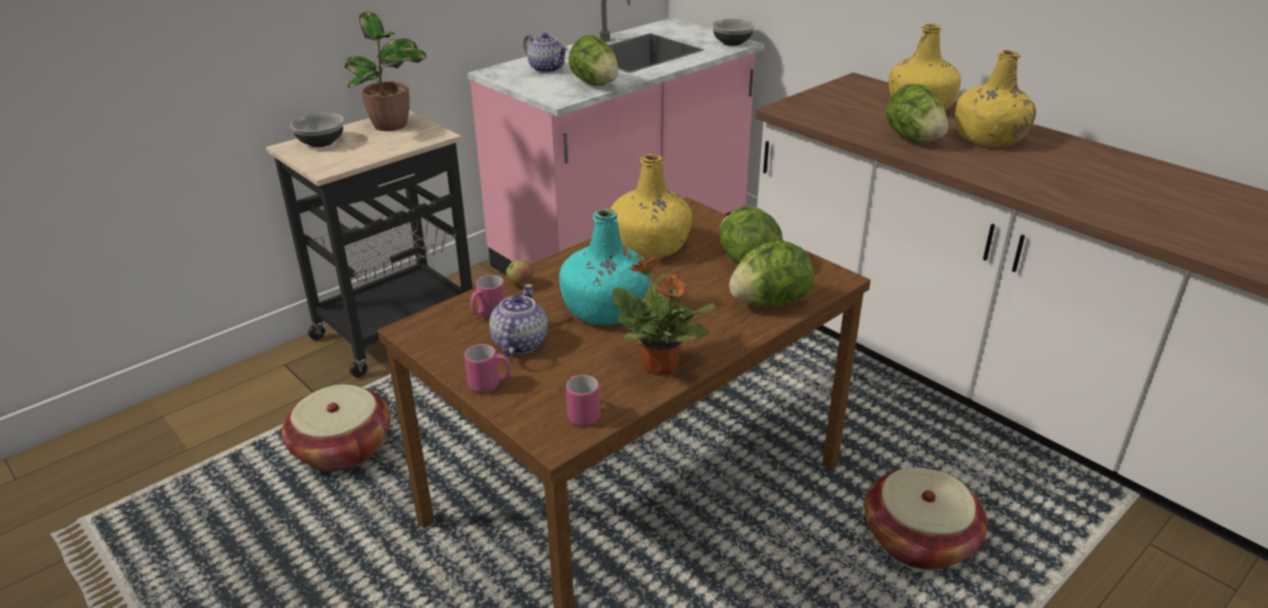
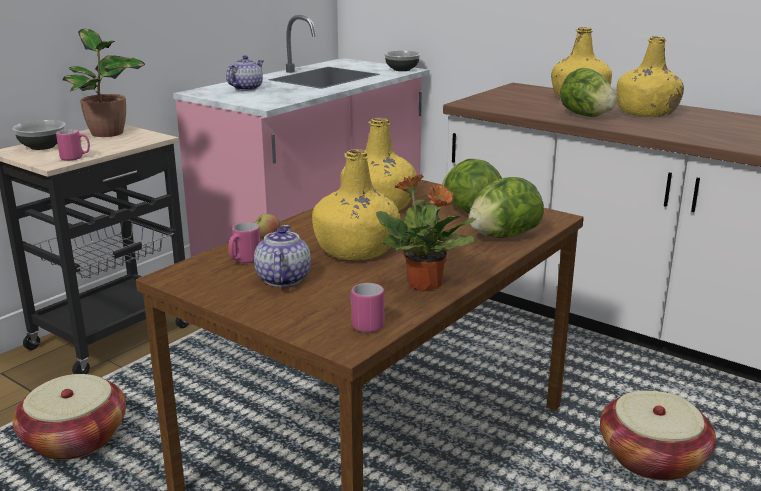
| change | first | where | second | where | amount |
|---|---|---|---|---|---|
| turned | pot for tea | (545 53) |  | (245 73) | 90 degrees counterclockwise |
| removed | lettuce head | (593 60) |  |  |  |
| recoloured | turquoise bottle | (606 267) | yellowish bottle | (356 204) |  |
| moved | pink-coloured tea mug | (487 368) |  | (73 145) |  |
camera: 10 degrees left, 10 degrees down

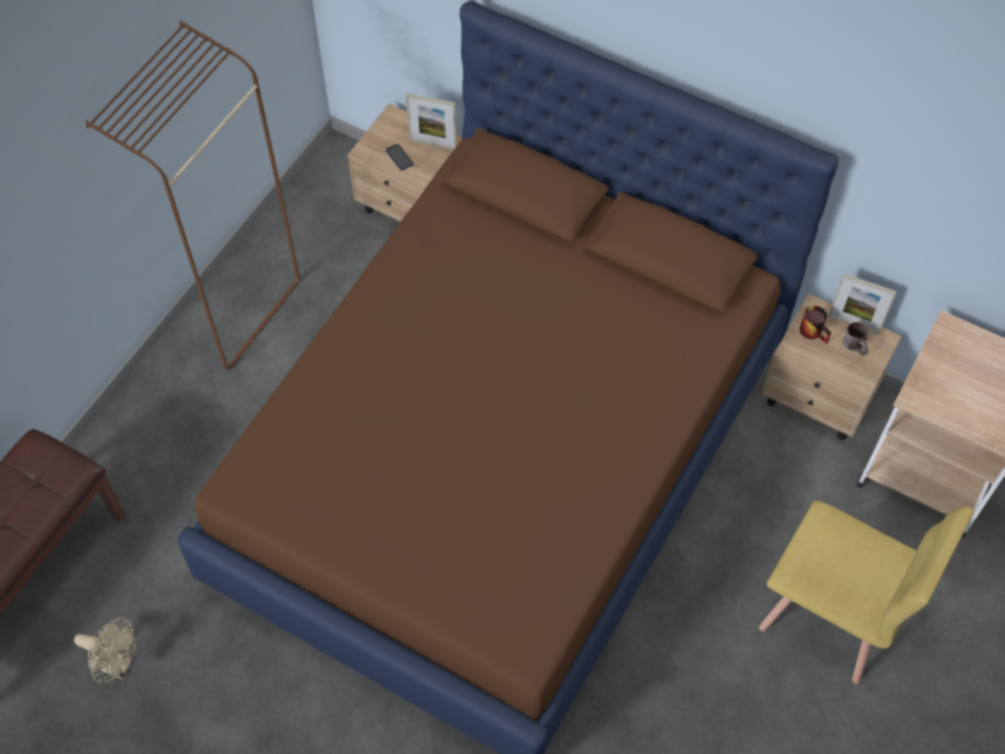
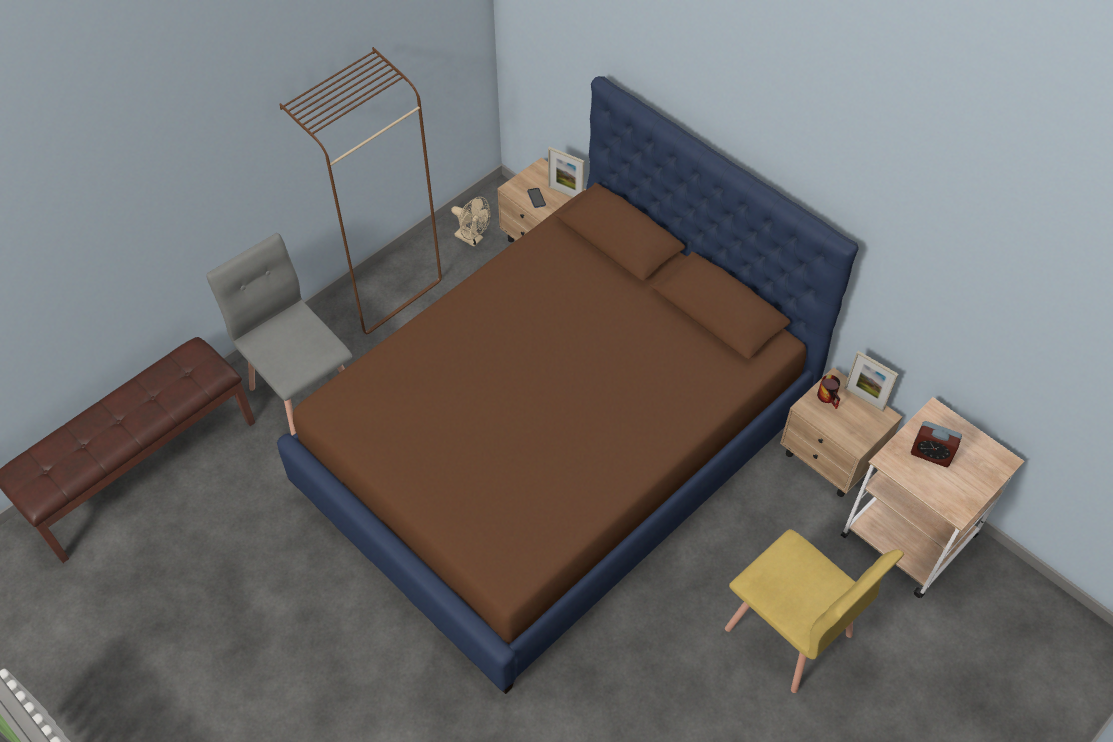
| change | first | where | second | where | amount |
|---|---|---|---|---|---|
| removed | brownish tea mug | (856 338) |  |  |  |
| moved | beige fan | (105 651) |  | (471 222) |  |
| added |  |  | gray chair | (279 334) |  |
| added |  |  | alarm clock | (936 444) |  |
camera: 15 degrees right, 5 degrees down

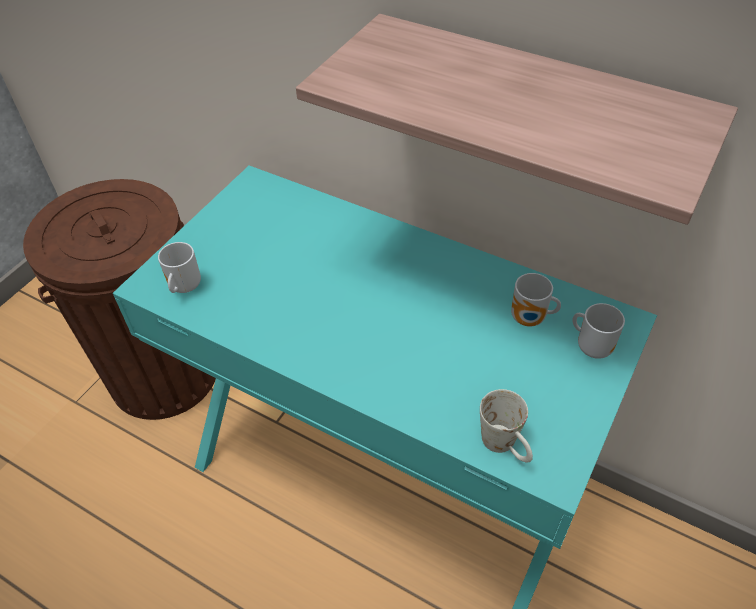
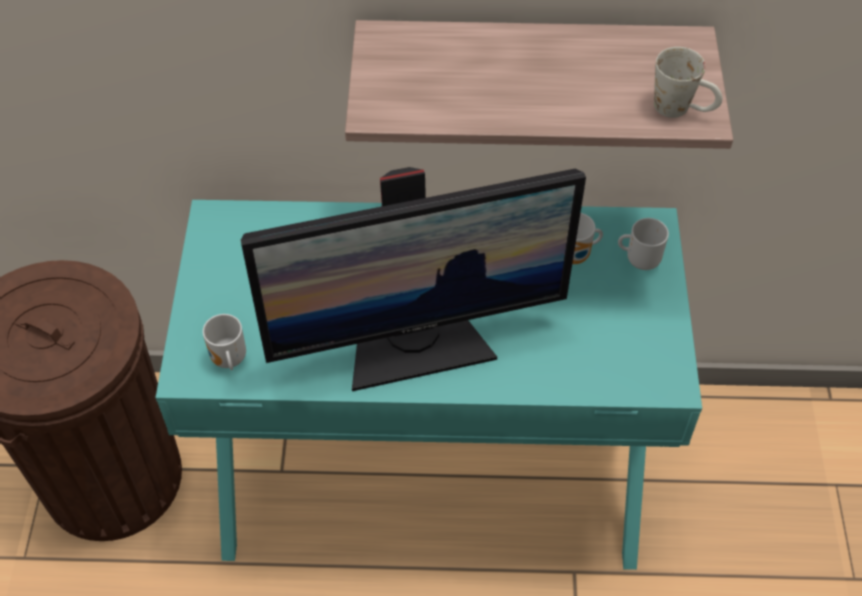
| change | first | where | second | where | amount |
|---|---|---|---|---|---|
| moved | white-coloured tea mug | (506 426) |  | (688 82) |  |
| added |  |  | computer display | (413 279) |  |
camera: 30 degrees left, 5 degrees up

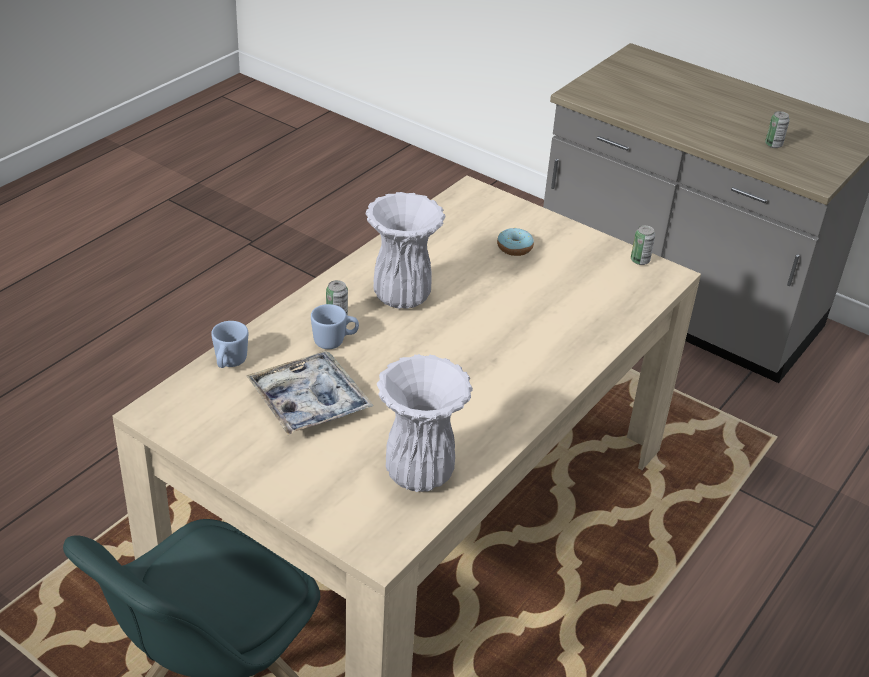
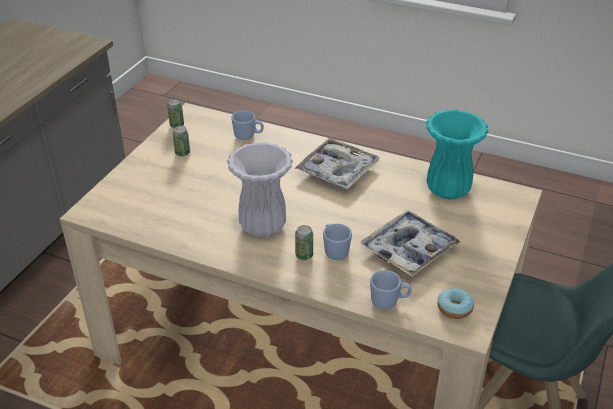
| change | first | where | second | where | amount |
|---|---|---|---|---|---|
| moved | metal can | (777 129) |  | (181 141) |  |
| moved | ring doughnut | (515 242) |  | (455 303) |  |
| recoloured | white-coloured vase | (425 423) | turquoise vase | (457 154) |  |
| added |  |  | bluish tea mug | (247 125) |  |
| added |  |  | carrying tray | (337 164) |  |
camera: 100 degrees left, 0 degrees up

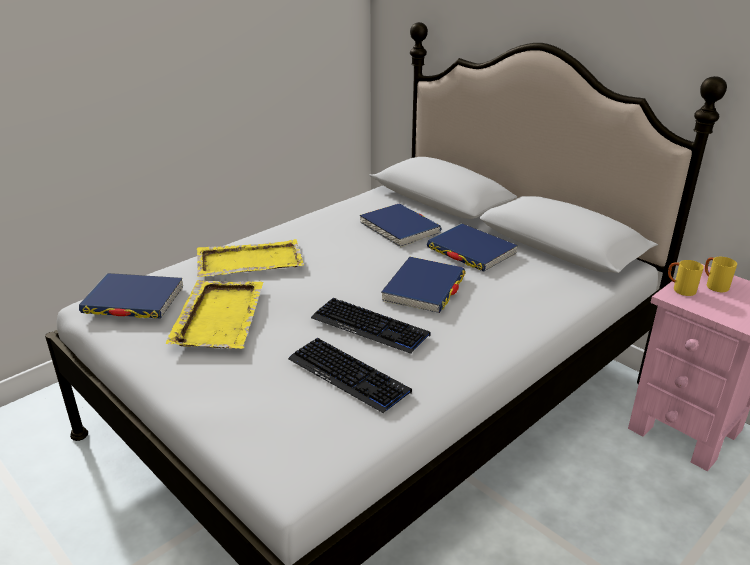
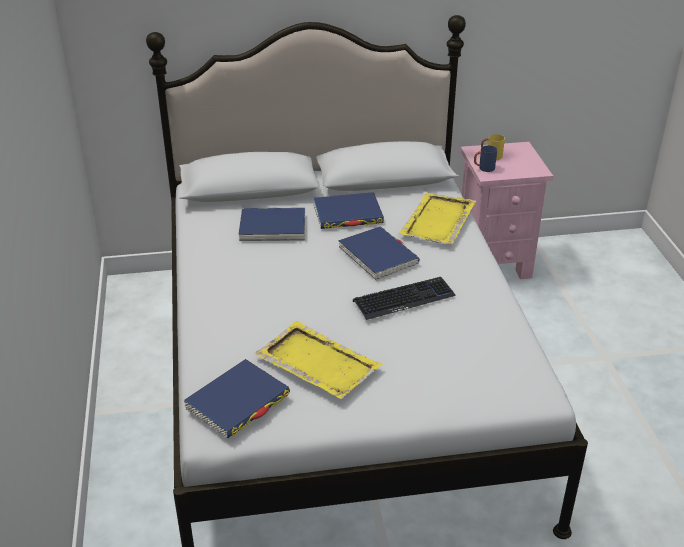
| change | first | where | second | where | amount |
|---|---|---|---|---|---|
| moved | yellowish carrying tray | (250 258) |  | (437 218) |  |
| recoloured | yellowish tea mug | (686 278) | bluish tea mug | (485 158) |  |
| removed | keyboard | (350 375) |  |  |  |
camera: 55 degrees left, 5 degrees up

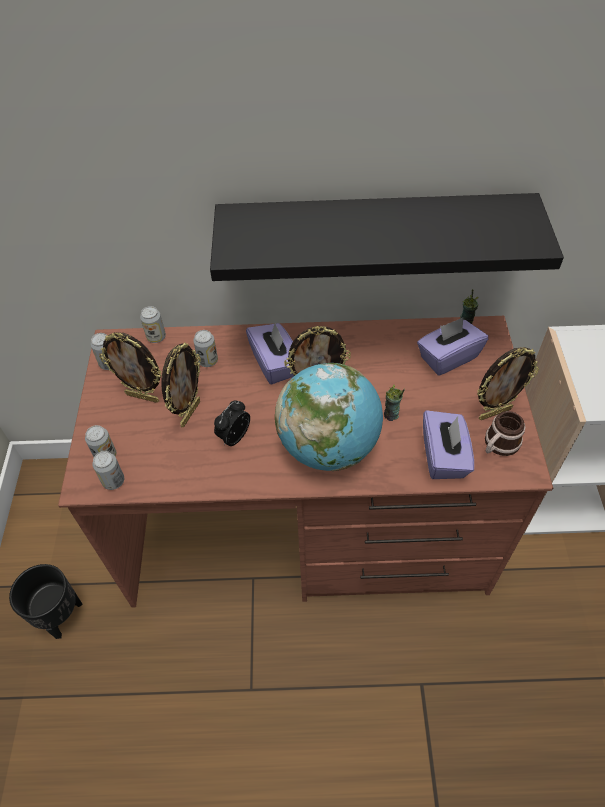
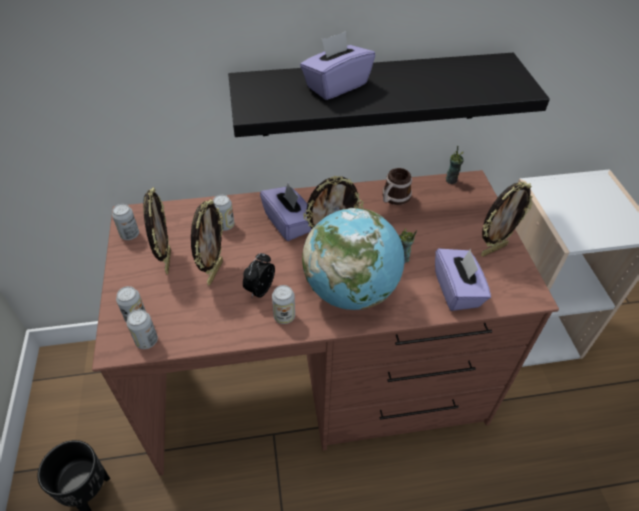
| change | first | where | second | where | amount |
|---|---|---|---|---|---|
| moved | metal can | (153 324) |  | (283 304) |  |
| moved | purple tissue box | (452 346) |  | (337 65) |  |
| turned | picture frame | (130 367) |  | (157 230) | 105 degrees counterclockwise |
| moved | tea mug | (505 433) |  | (397 186) |  |
camera: 10 degrees left, 5 degrees down

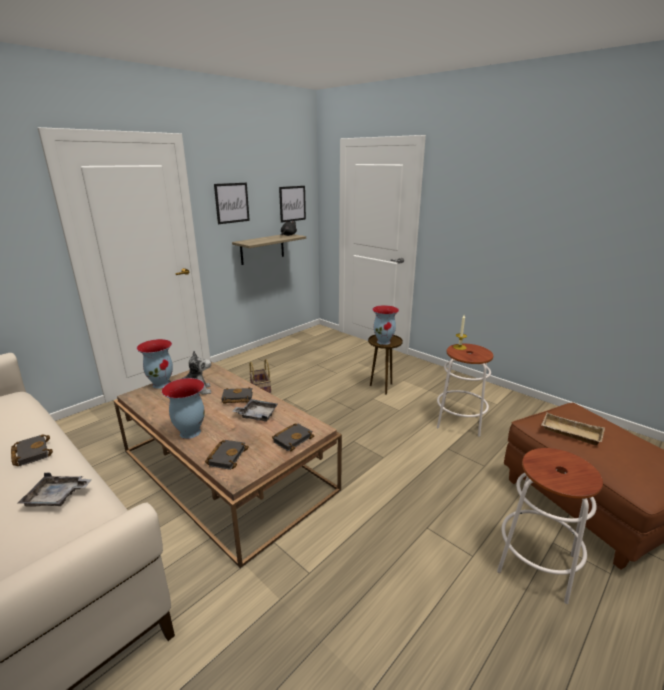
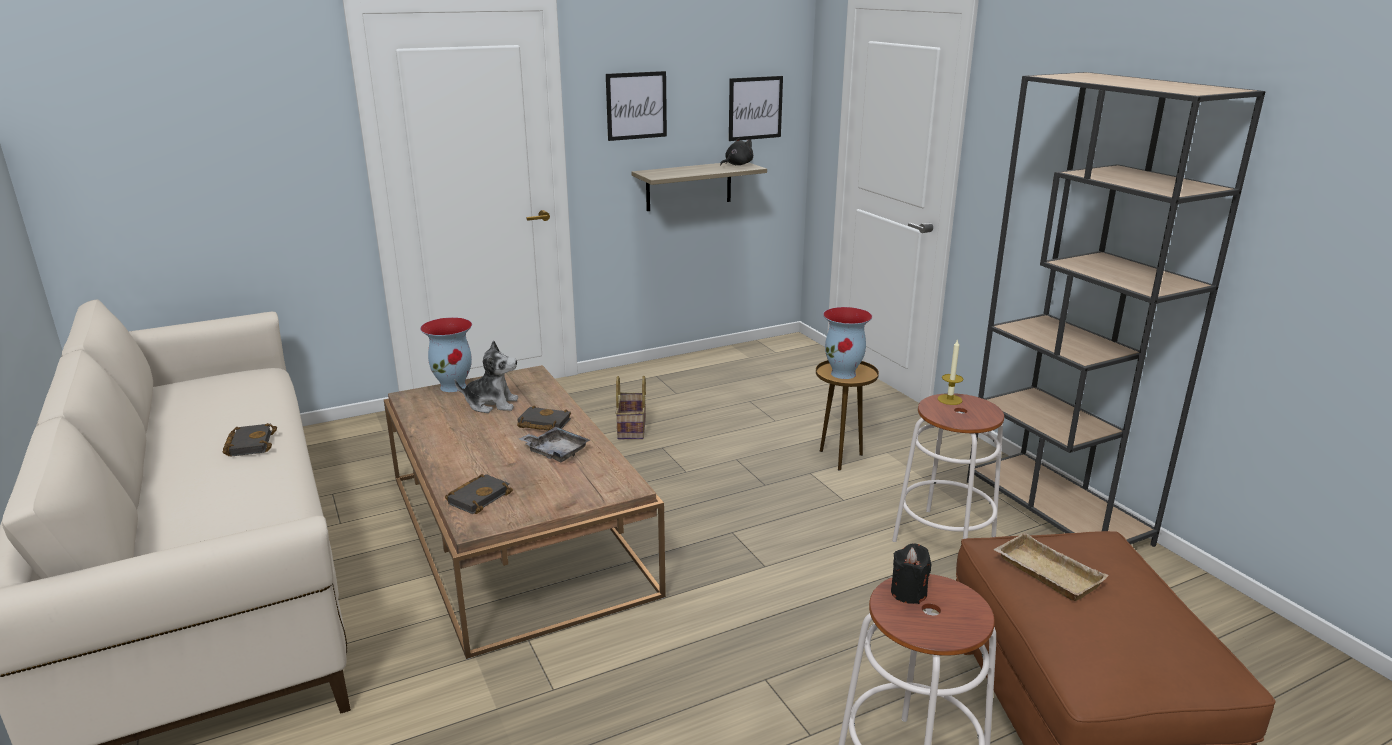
| change | first | where | second | where | amount |
|---|---|---|---|---|---|
| removed | vase | (183 408) |  |  |  |
| removed | black bound book | (293 437) |  |  |  |
| removed | gray carrying tray | (55 490) |  |  |  |
| added |  |  | bookcase | (1116 309) |  |
| added |  |  | black candle | (911 573) |  |
camera: 20 degrees right, 0 degrees up

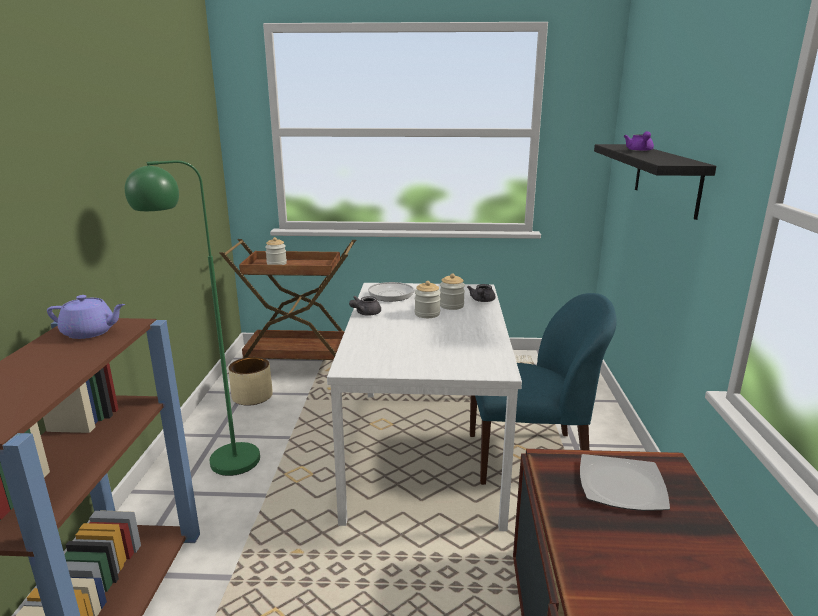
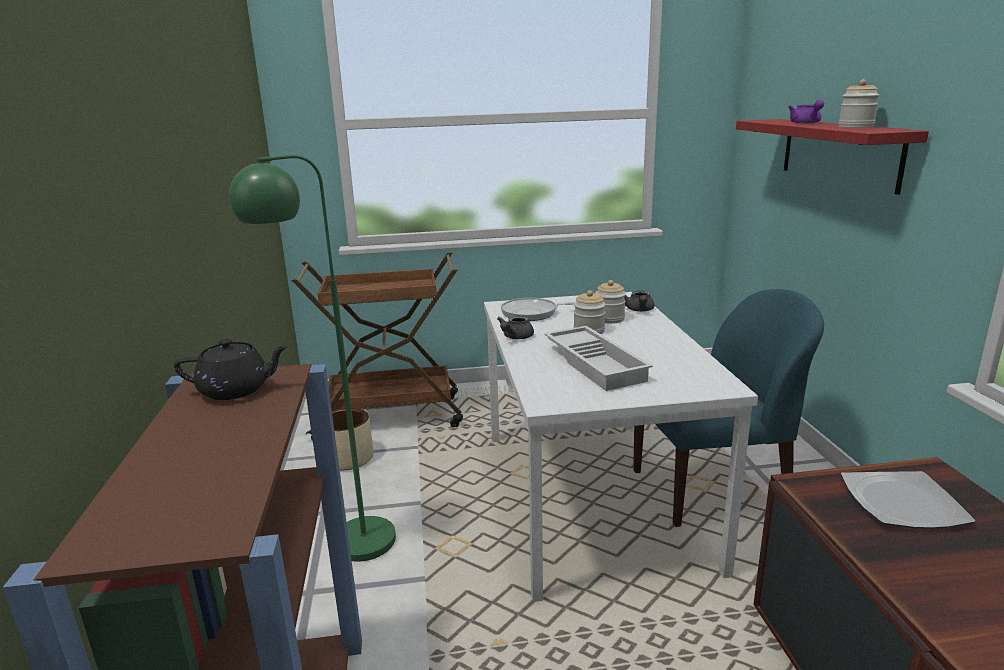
| change | first | where | second | where | amount |
|---|---|---|---|---|---|
| recoloured | black wall shelf | (655 182) | red wall shelf | (832 157) |  |
| moved | storage jar | (276 251) |  | (859 103) |  |
| recoloured | purple pot for tea | (86 317) | black pot for tea | (231 369) |  |
| added |  |  | white-coloured carrying tray | (598 358) |  |
camera: 10 degrees left, 0 degrees up

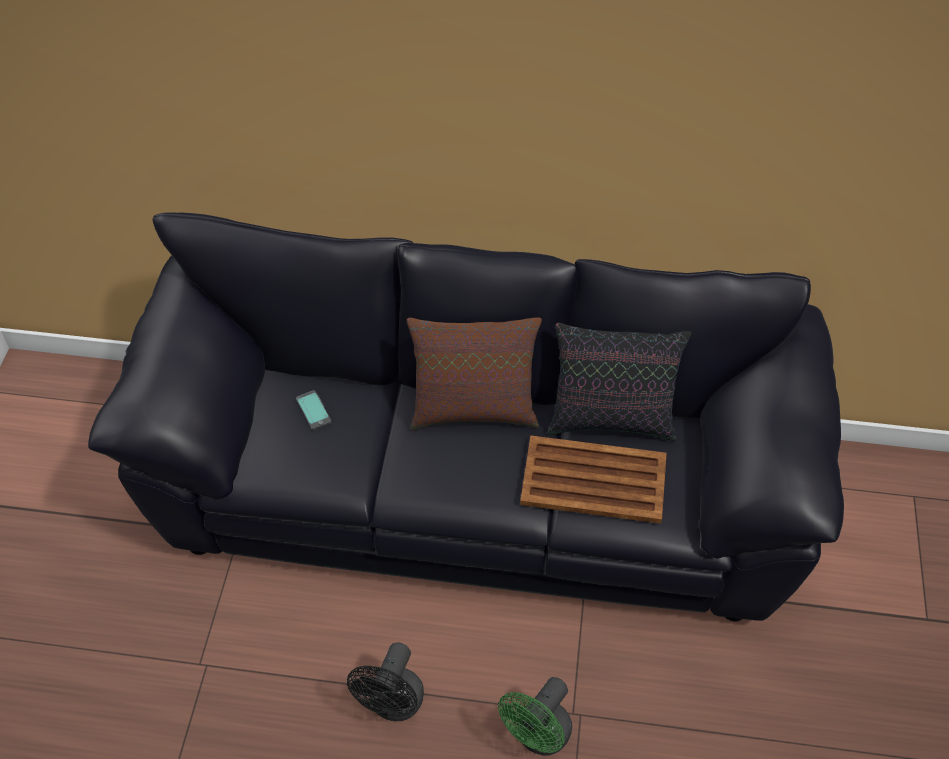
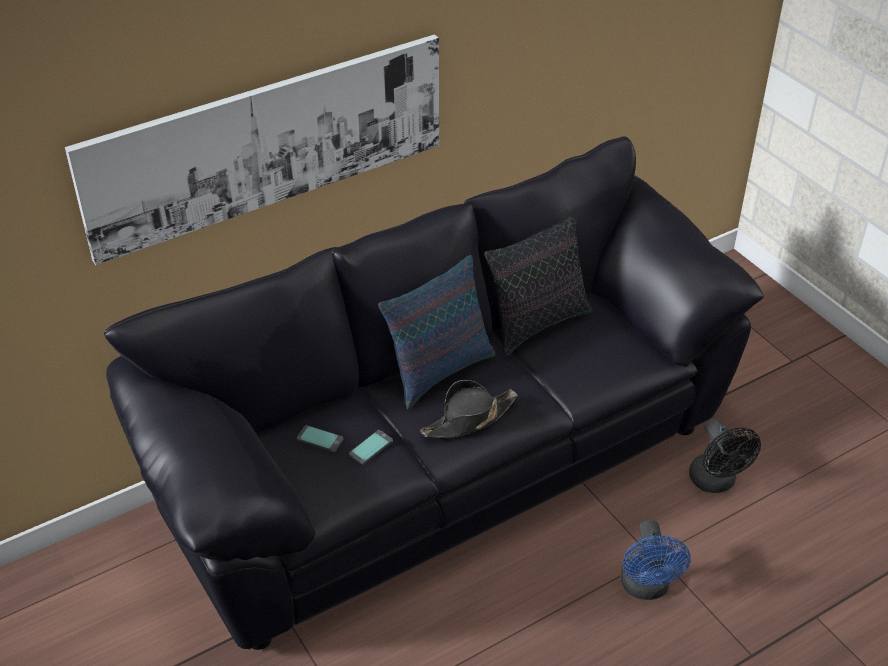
| change | first | where | second | where | amount |
|---|---|---|---|---|---|
| recoloured | brownish throw pillow | (474 374) | bluish throw pillow | (437 332) |  |
| removed | brownish carrying tray | (593 479) |  |  |  |
| moved | black fan | (385 681) |  | (725 455) |  |
| recoloured | greenish fan | (535 716) | bluish fan | (656 560) |  |
| added |  |  | wall art | (252 149) |  |
| added |  |  | black clothing hat | (469 409) |  |
| added |  |  | handset | (371 447) |  |
camera: 40 degrees left, 10 degrees down

